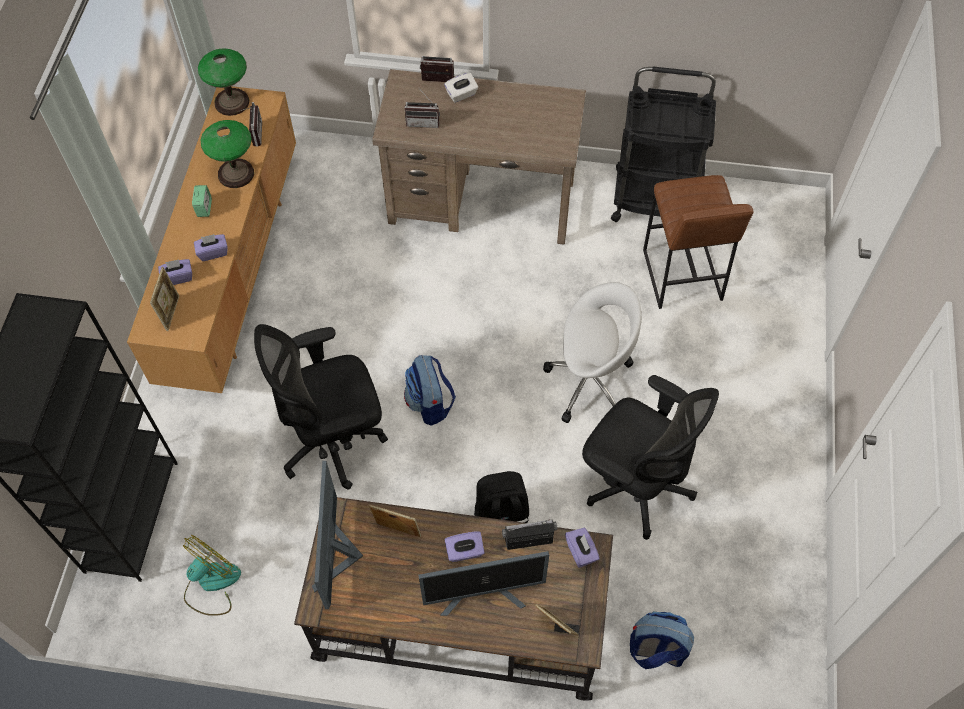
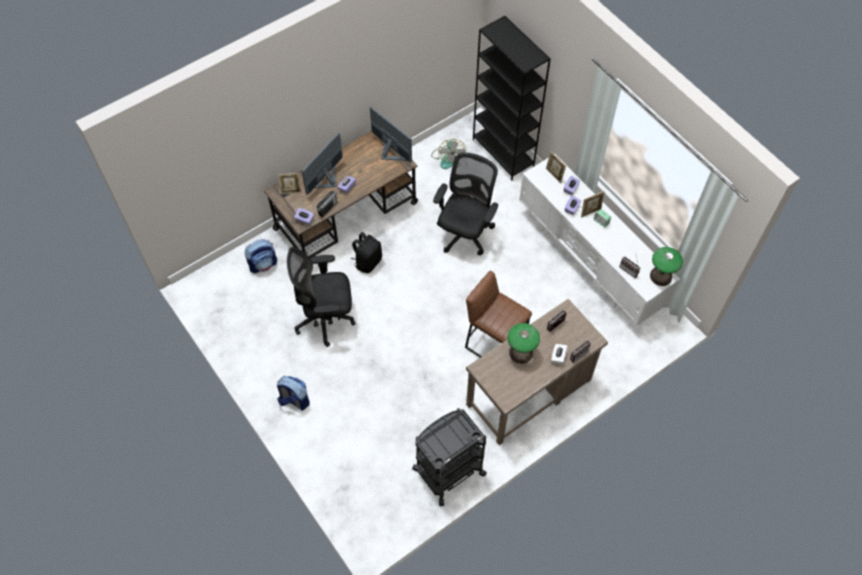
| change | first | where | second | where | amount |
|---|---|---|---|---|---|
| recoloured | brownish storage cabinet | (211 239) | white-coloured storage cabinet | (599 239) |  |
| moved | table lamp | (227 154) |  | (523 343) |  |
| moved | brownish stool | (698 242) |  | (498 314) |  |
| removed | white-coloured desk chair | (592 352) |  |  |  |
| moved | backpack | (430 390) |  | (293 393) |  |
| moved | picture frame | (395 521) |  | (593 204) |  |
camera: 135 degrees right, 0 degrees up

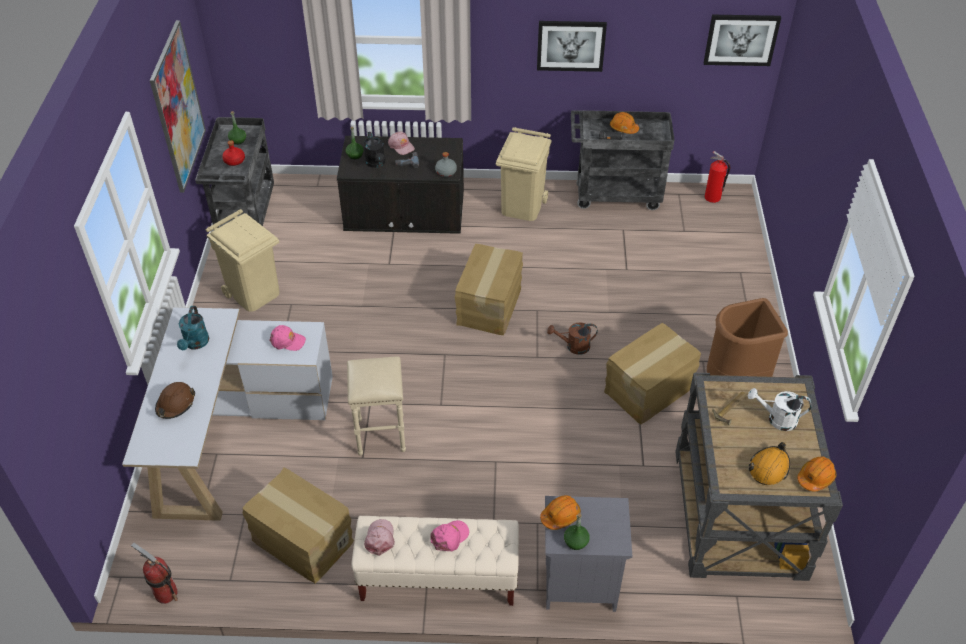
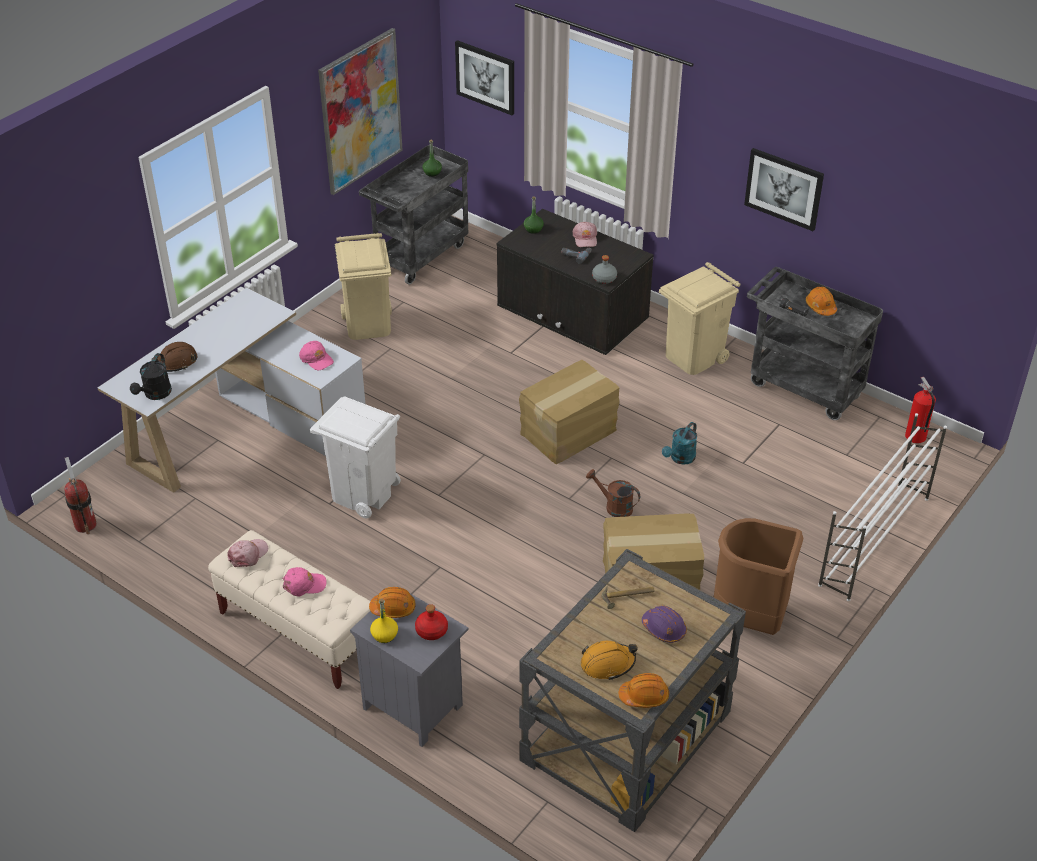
| change | first | where | second | where | amount |
|---|---|---|---|---|---|
| moved | wall art | (742 40) |  | (484 77) |  |
| moved | black watering can | (374 150) |  | (151 376) |  |
| moved | red bottle | (233 153) |  | (431 622) |  |
| moved | turquoise watering can | (193 328) |  | (679 443) |  |
| replaced | beige stool | (376 406) | white-coloured rubbish bin | (355 457) |  |
| replaced | white-coloured watering can | (780 409) | purple work helmet | (664 624) |  |
| removed | cardboard box | (298 525) |  |  |  |
| recoloured | greenish bottle | (577 532) | yellowish bottle | (384 621) |  |
| added |  |  | white-coloured shoe rack | (882 507) |  |
camera: 35 degrees right, 5 degrees down

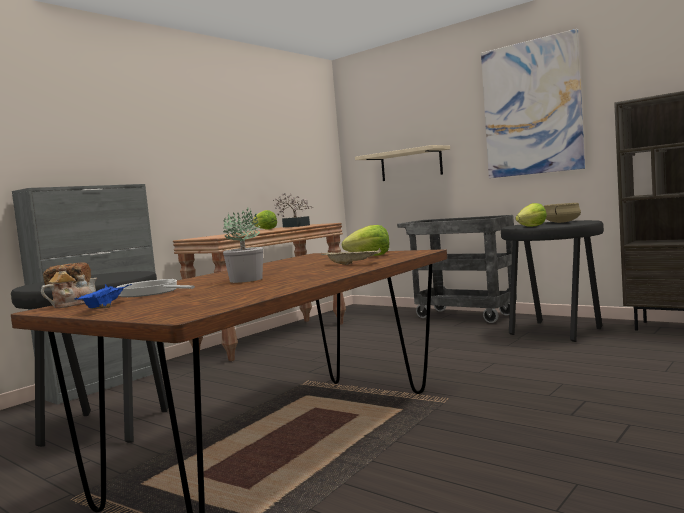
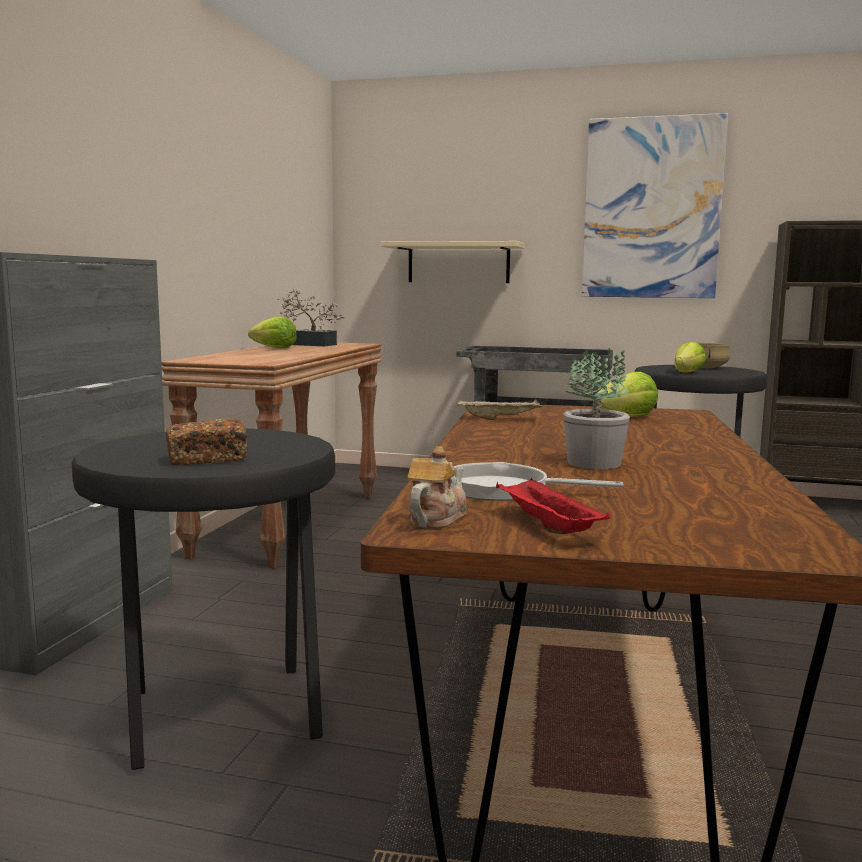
| change | first | where | second | where | amount |
|---|---|---|---|---|---|
| moved | beige carrying tray | (351 256) |  | (499 409) |  |
| recoloured | bluish carrying tray | (103 296) | red carrying tray | (553 505) |  |
camera: 25 degrees left, 5 degrees up

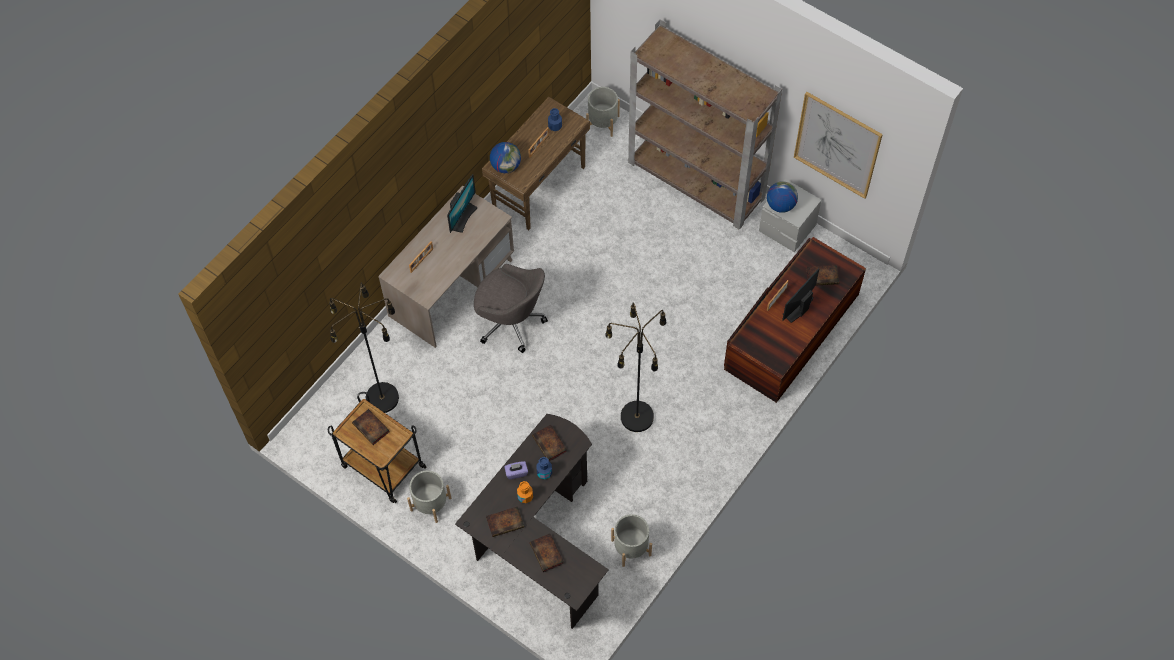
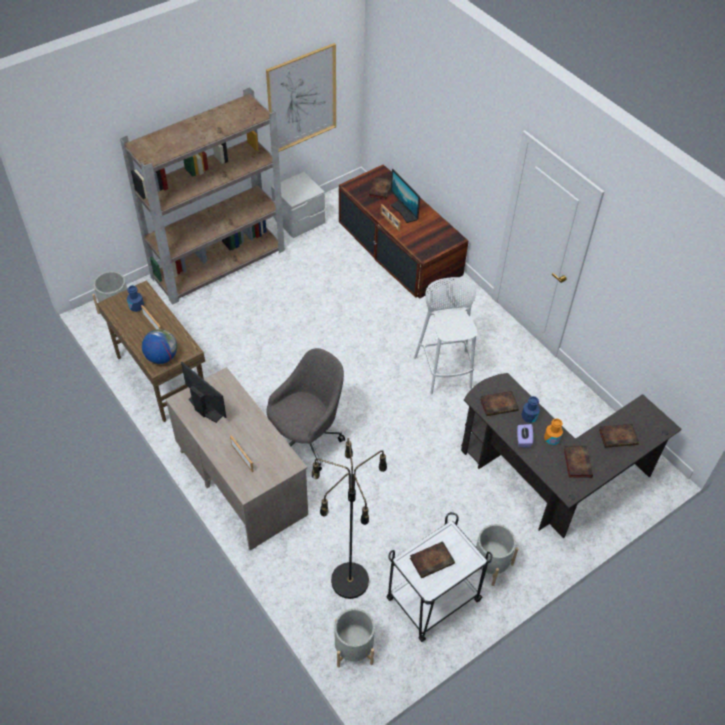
| change | first | where | second | where | amount |
|---|---|---|---|---|---|
| removed | desk globe | (782 197) |  |  |  |
| replaced | standing lamp | (635 367) | white-coloured stool | (445 335) |  |
| recoloured | brownish trolley | (377 448) | white-coloured trolley | (439 577) |  |
| moved | gray planter | (631 540) |  | (355 637) |  |
camera: 75 degrees left, 10 degrees down

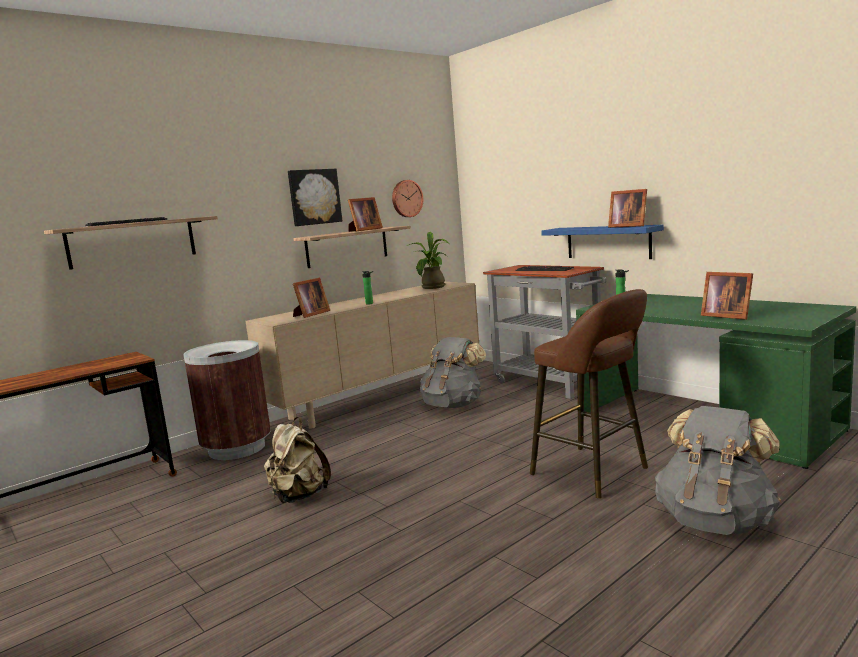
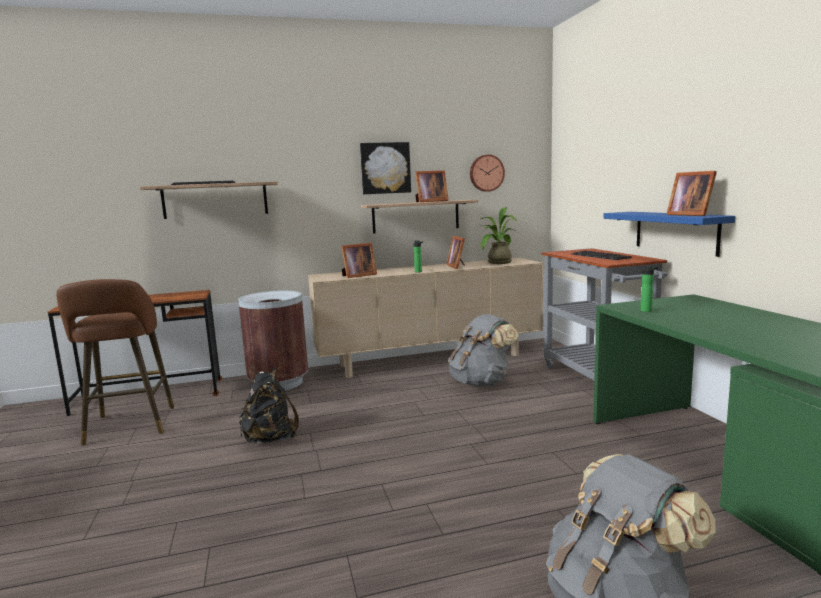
| change | first | where | second | where | amount |
|---|---|---|---|---|---|
| moved | picture frame | (727 296) |  | (455 252) |  |
| moved | brownish stool | (589 393) |  | (115 362) |  |
| recoloured | beige backpack | (297 460) | black backpack | (269 405) |  |
camera: 25 degrees right, 0 degrees up

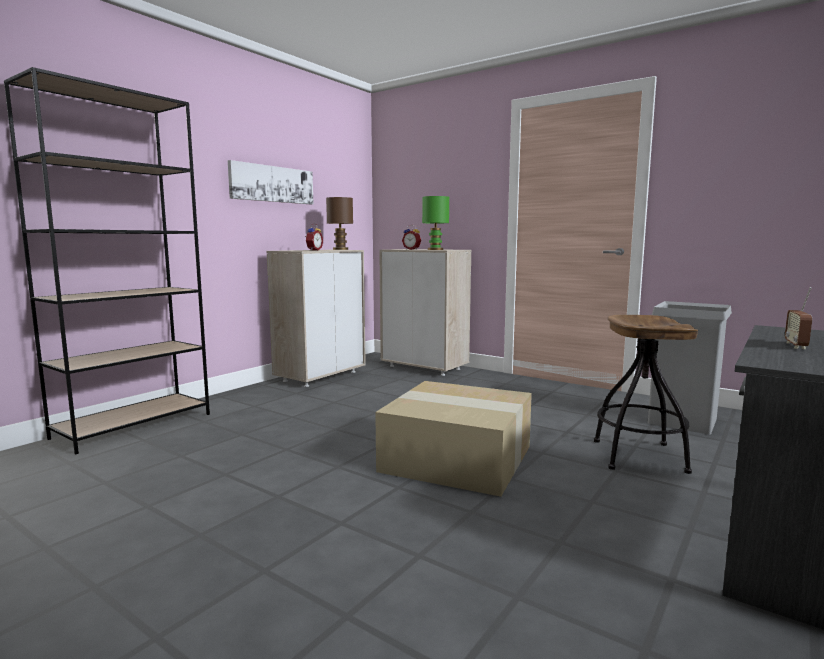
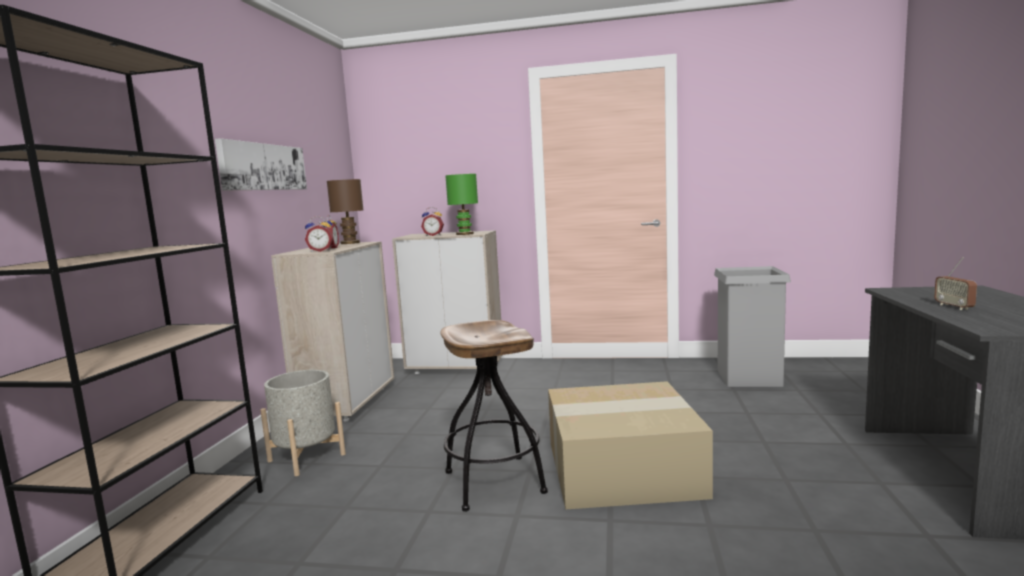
| change | first | where | second | where | amount |
|---|---|---|---|---|---|
| moved | brownish stool | (646 394) |  | (494 416) |  |
| added |  |  | alarm clock | (319 234) |  |
| added |  |  | gray planter | (303 423) |  |
camera: 25 degrees left, 0 degrees up

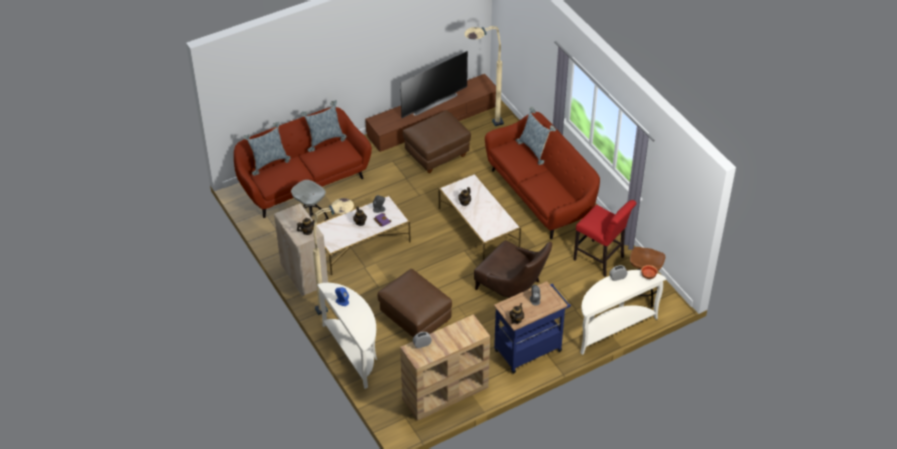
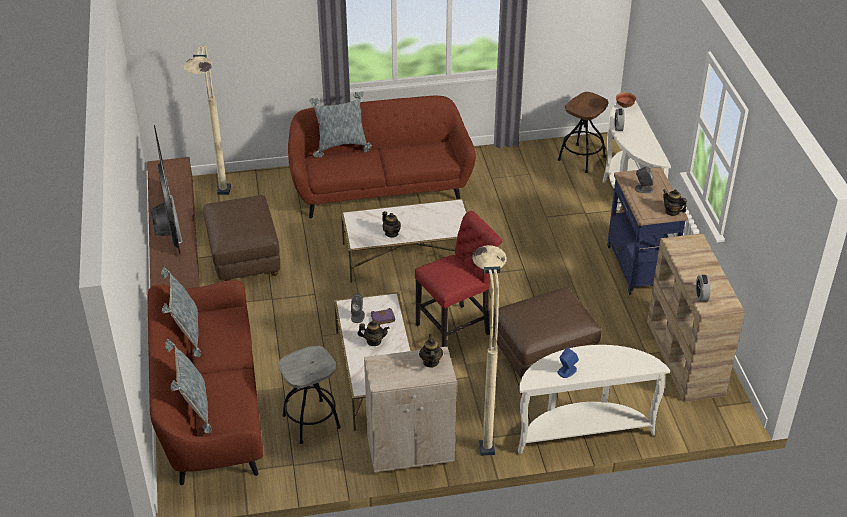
| change | first | where | second | where | amount |
|---|---|---|---|---|---|
| moved | red stool | (604 238) |  | (458 279) |  |
| removed | brownish armchair | (513 269) |  |  |  |
camera: 70 degrees left, 5 degrees down

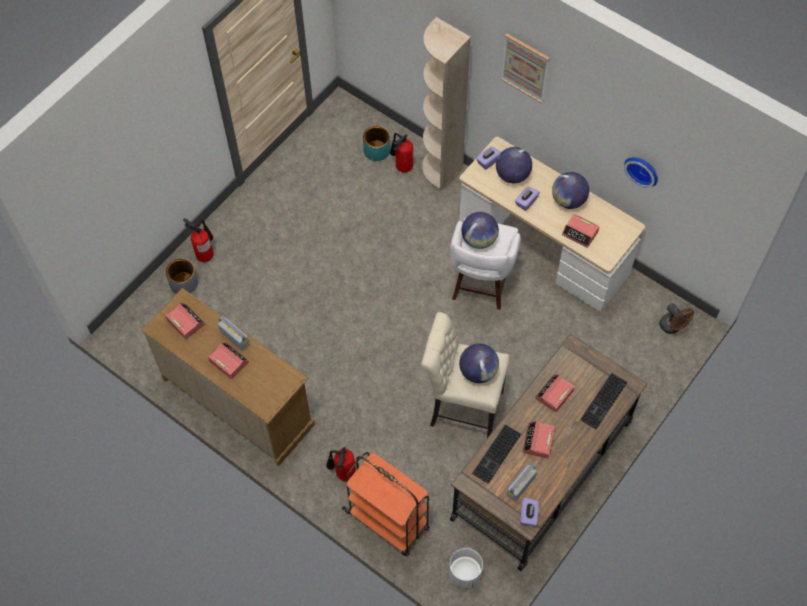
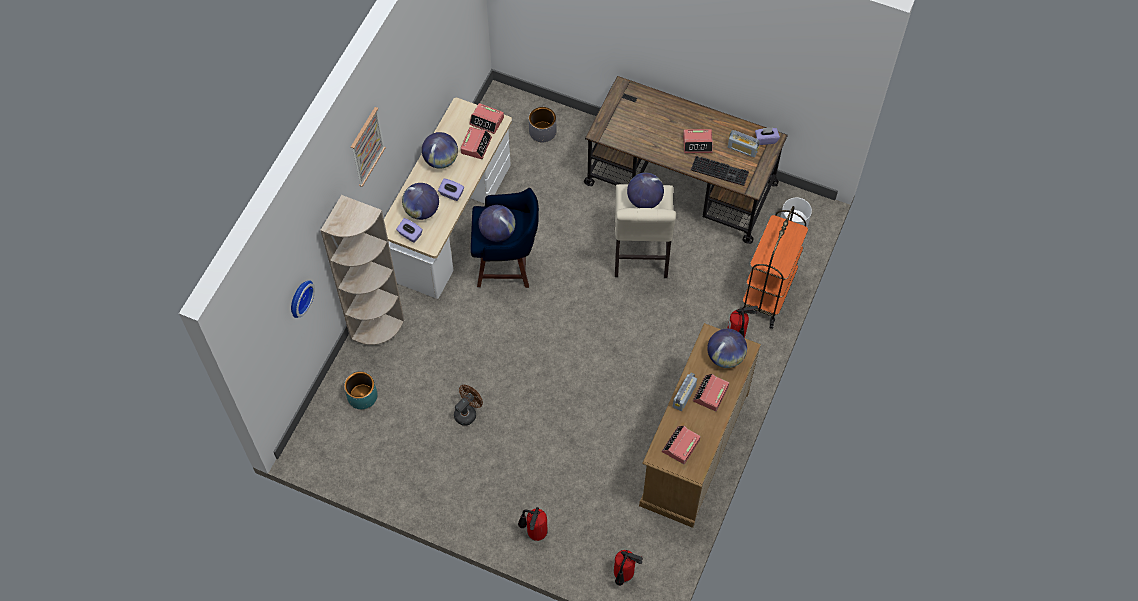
| change | first | where | second | where | amount |
|---|---|---|---|---|---|
| moved | fire extinguisher | (401 153) |  | (628 568) |  |
| moved | hanging clock | (641 172) |  | (303 299) |  |
| recoloured | white-coloured stool | (485 264) | bluish stool | (505 238) |  |
| moved | gray planter | (182 276) |  | (543 125) |  |
| moved | brownish fan | (676 318) |  | (468 405) |  |
| removed | keyboard | (603 401) |  |  |  |
| moved | alarm clock | (554 394) |  | (486 118) |  |
| added |  |  | desk globe | (727 348) |  |
camera: 105 degrees left, 0 degrees up

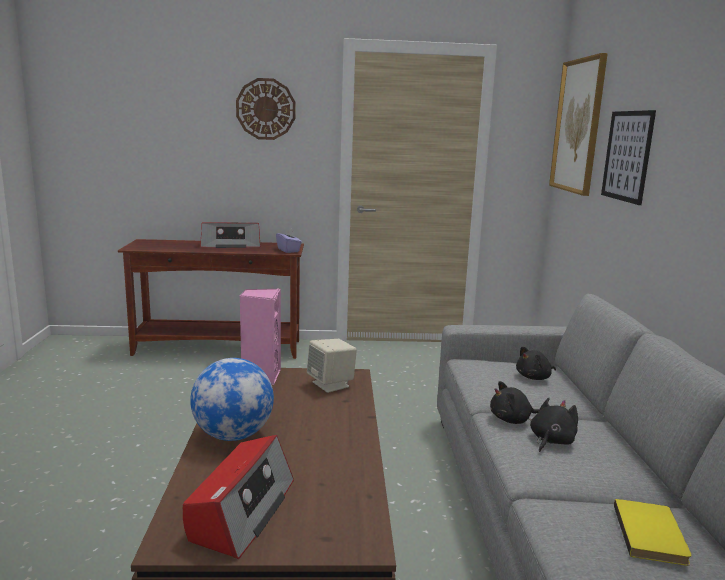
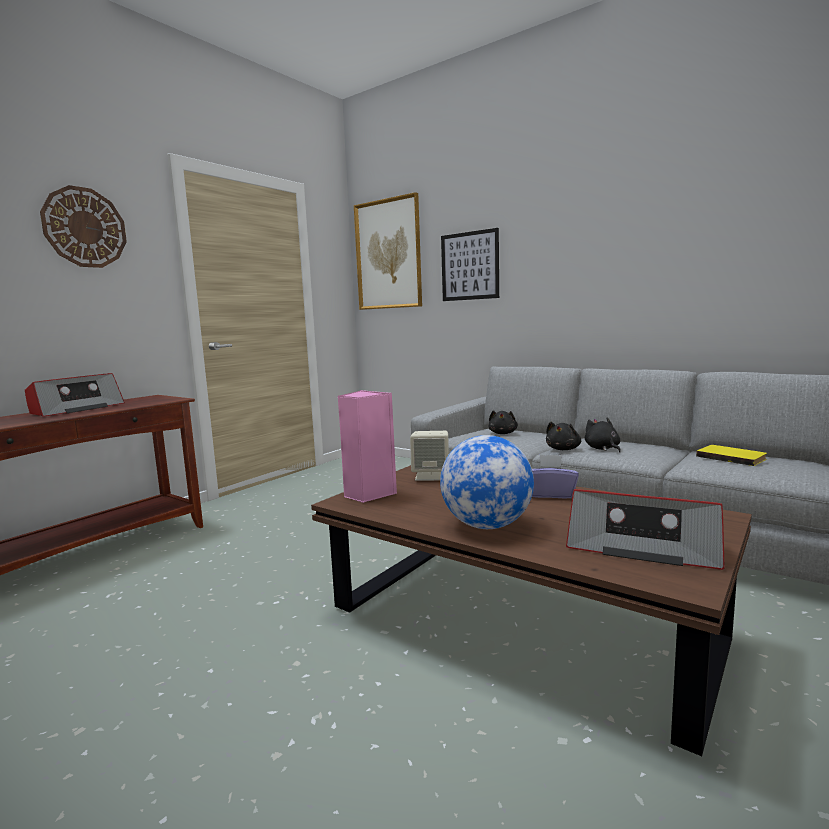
| change | first | where | second | where | amount |
|---|---|---|---|---|---|
| moved | purple tissue box | (289 240) |  | (555 476) |  |
| turned | radio set | (238 497) |  | (645 529) | 150 degrees clockwise |
camera: 50 degrees left, 5 degrees down

